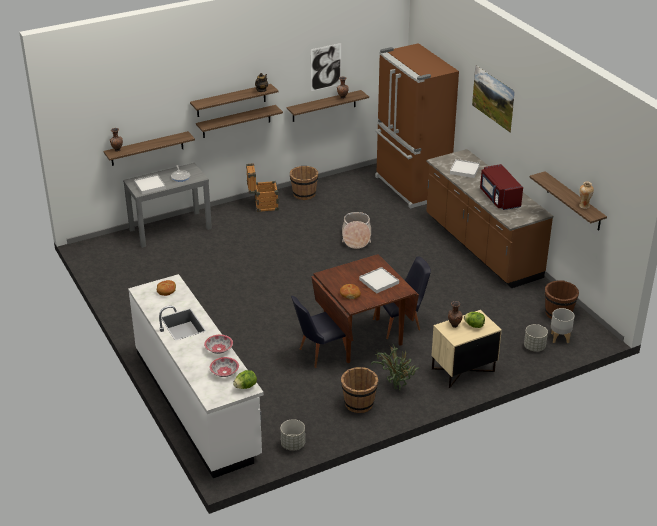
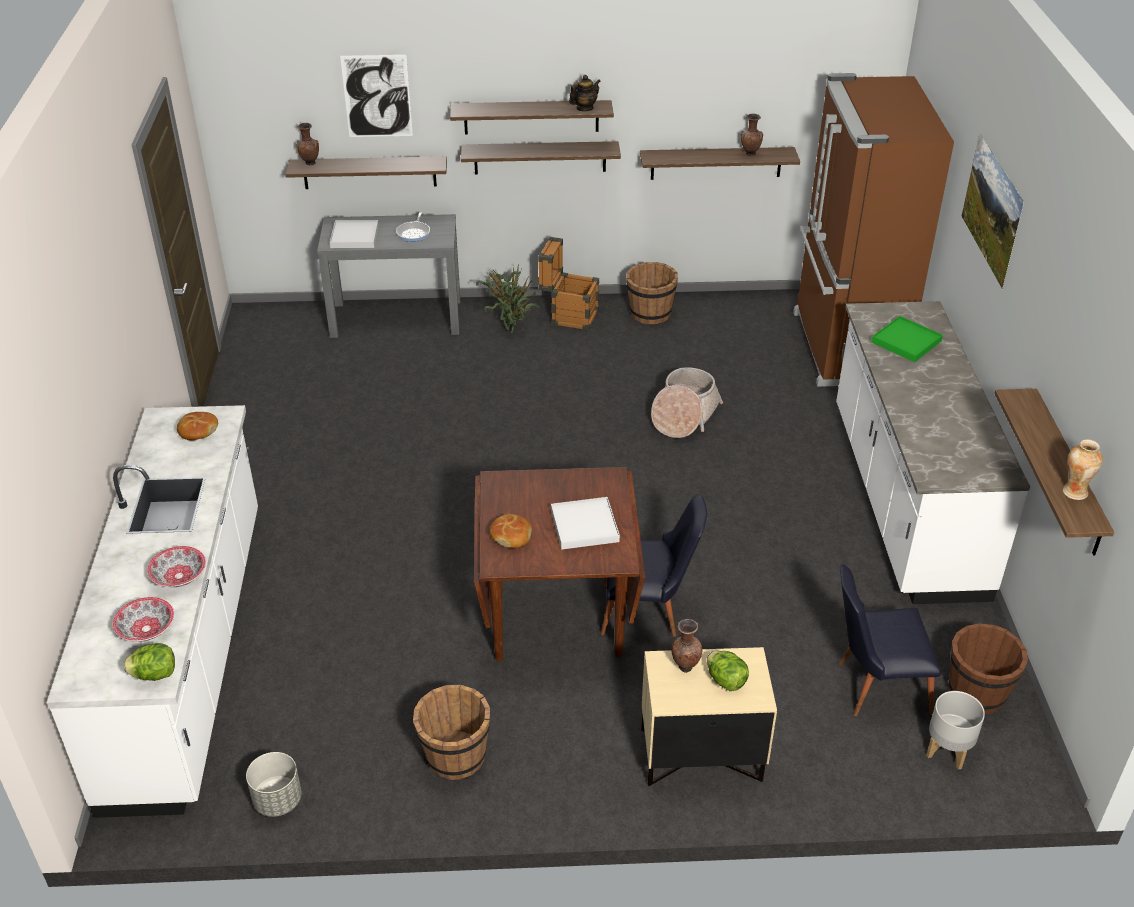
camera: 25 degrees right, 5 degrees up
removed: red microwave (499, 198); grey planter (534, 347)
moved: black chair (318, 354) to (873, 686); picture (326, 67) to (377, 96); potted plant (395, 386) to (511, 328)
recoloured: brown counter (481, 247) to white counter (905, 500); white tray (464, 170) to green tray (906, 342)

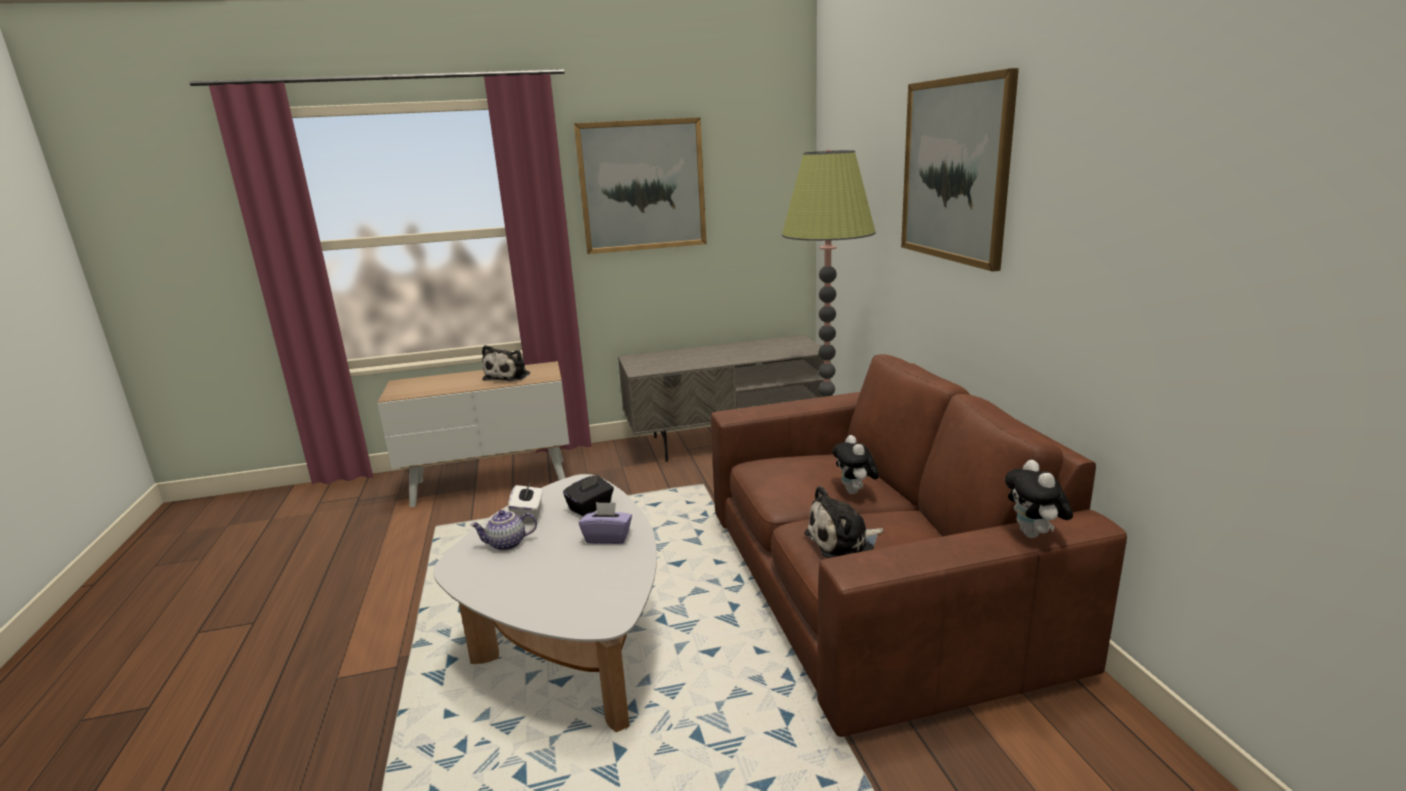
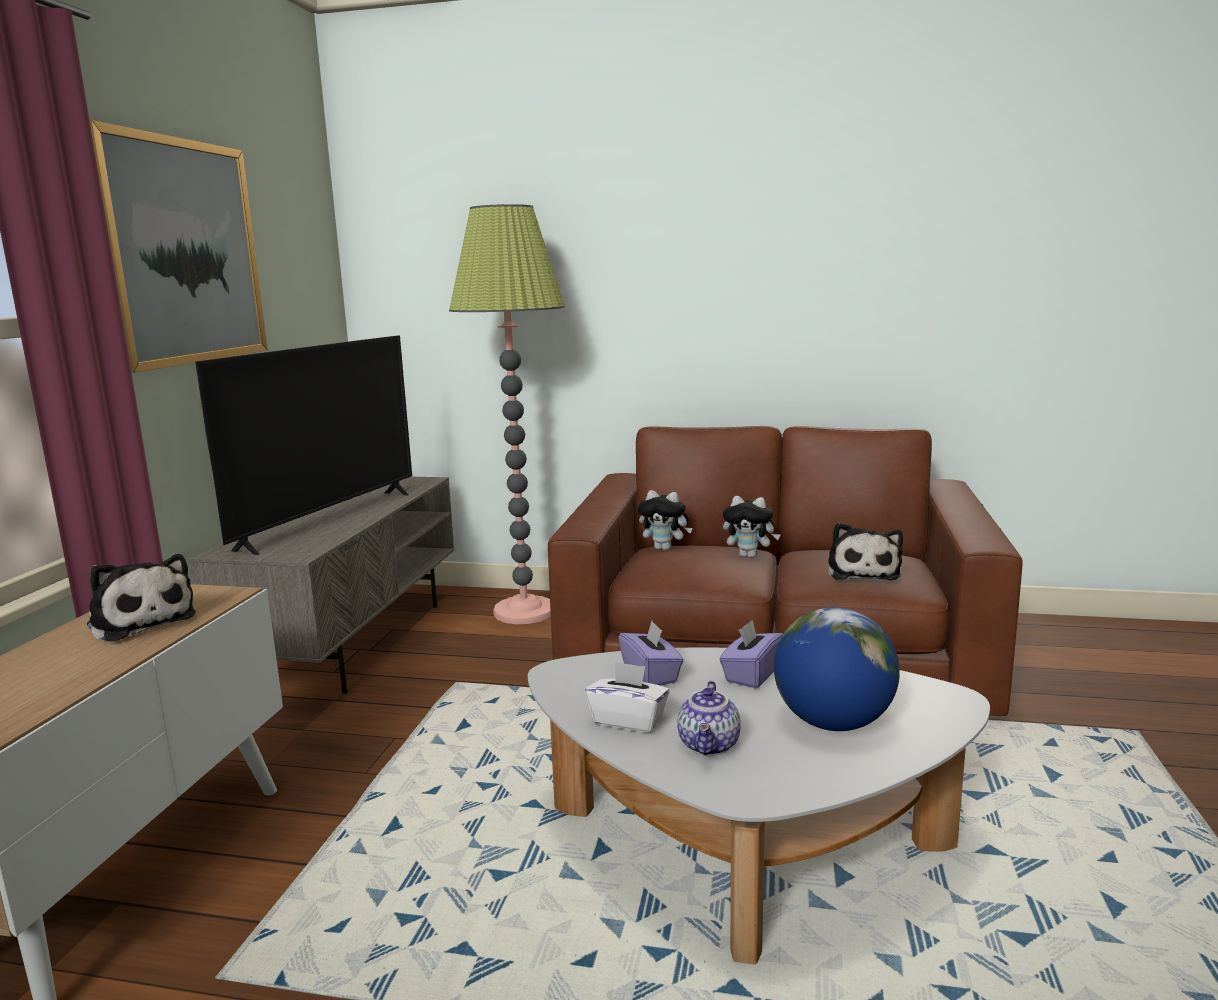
camera: 65 degrees left, 5 degrees down
removed: picture (955, 170)
added: television (329, 520); globe (833, 723)
moved: plush toy (1034, 535) to (665, 548)
recoloured: black tissue box (590, 507) to purple tissue box (651, 675)

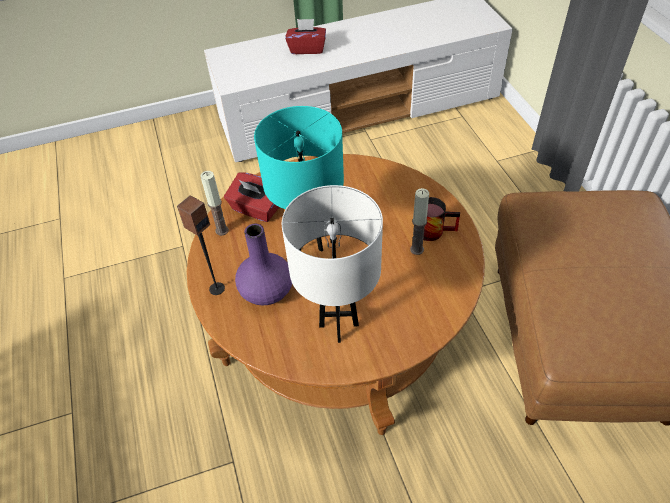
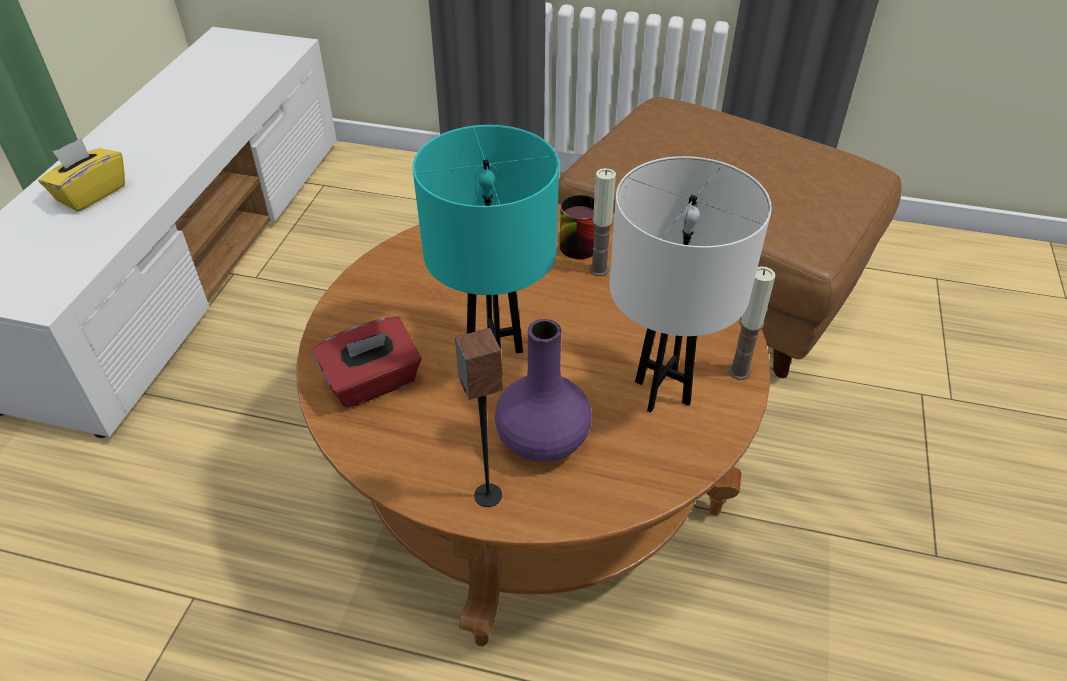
camera: 60 degrees left, 5 degrees down
moved: candle (222, 230) to (739, 371)
recoloured: red tissue box (307, 49) to yellow tissue box (91, 194)

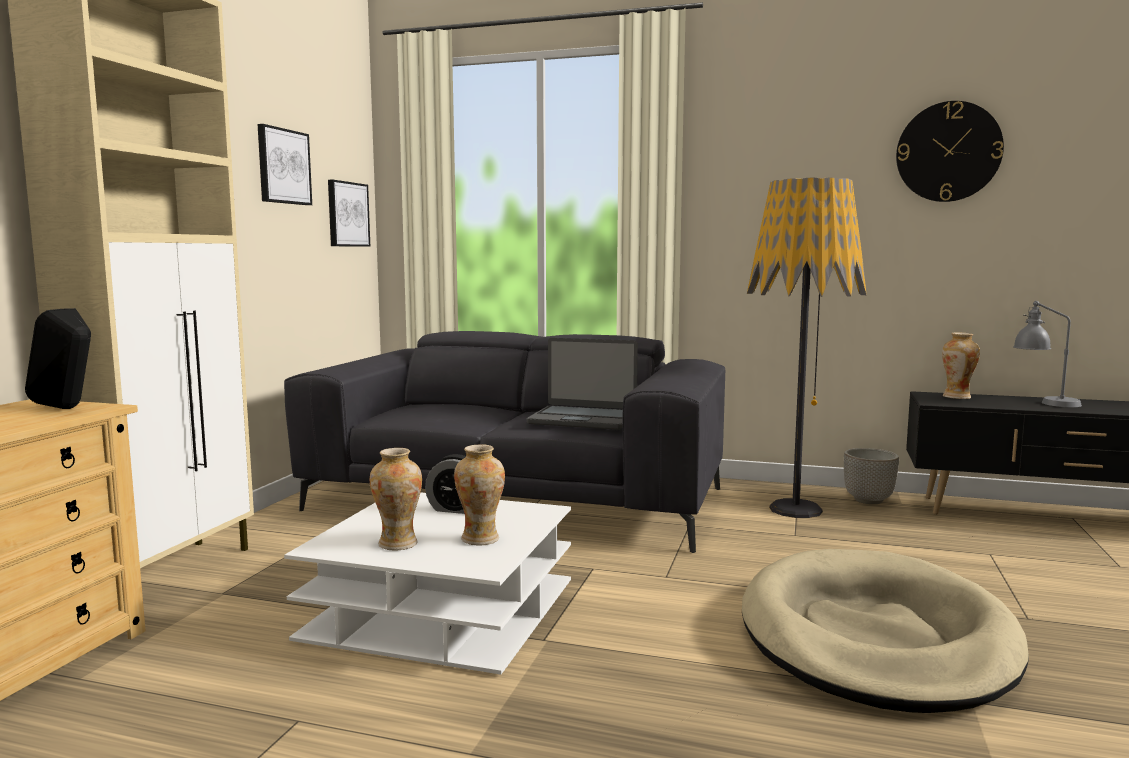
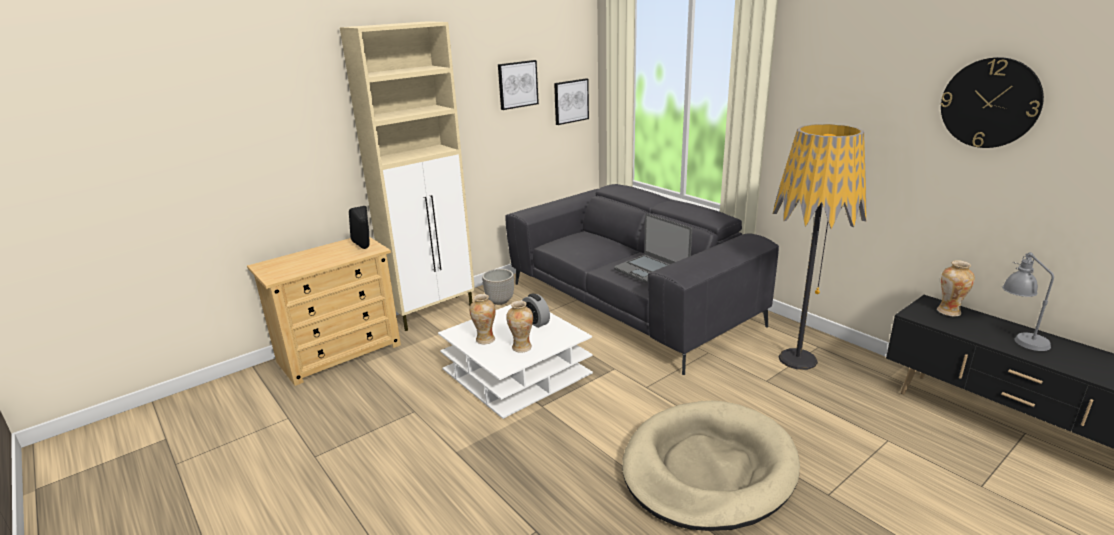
camera: 35 degrees right, 15 degrees up
moved: planter (867, 500) to (499, 301)

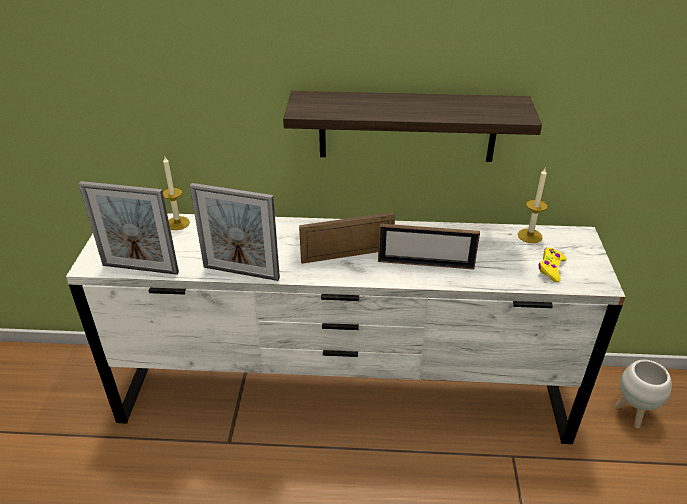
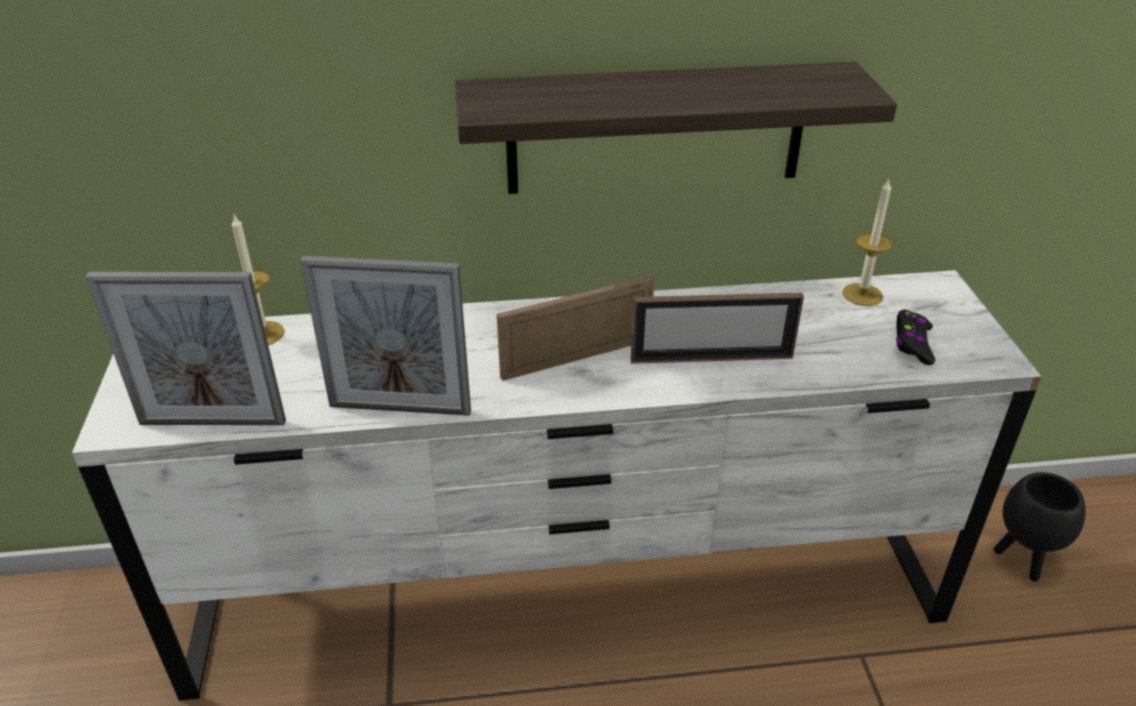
camera: 10 degrees left, 0 degrees up
recoloured: yellow game controller (551, 268) to black game controller (912, 343); white planter (633, 414) to black planter (1023, 560)

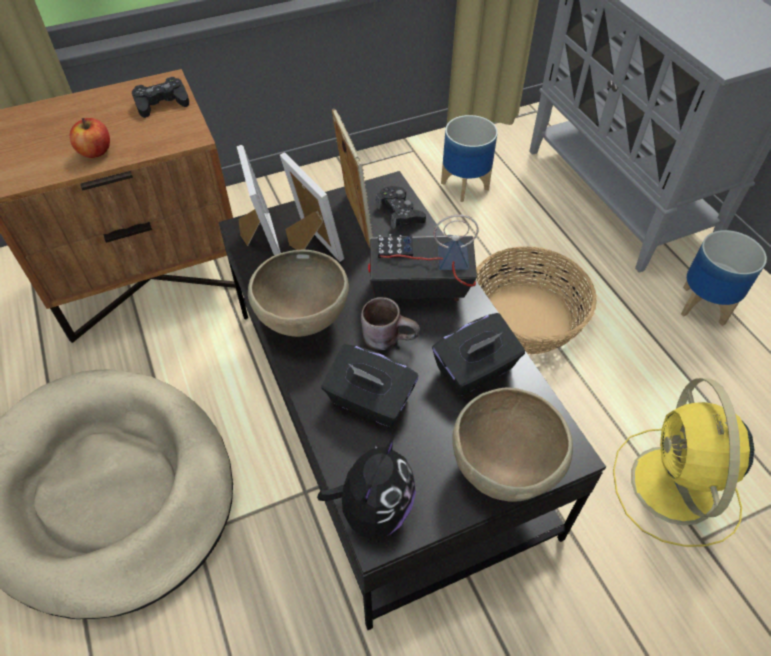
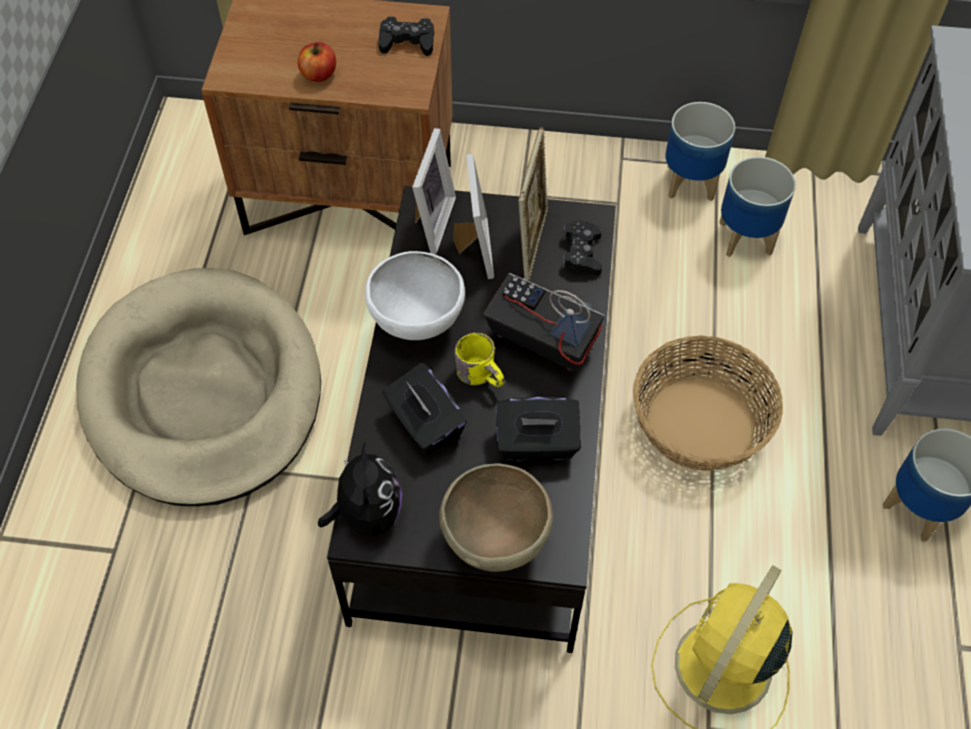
camera: 30 degrees right, 5 degrees up
added: planter (689, 183)
recoloured: brown bowl (303, 321) to white bowl (417, 323); brown mug (389, 336) to yellow mug (483, 374)
turned: plush toy (373, 509) = (367, 514) 60 degrees counterclockwise

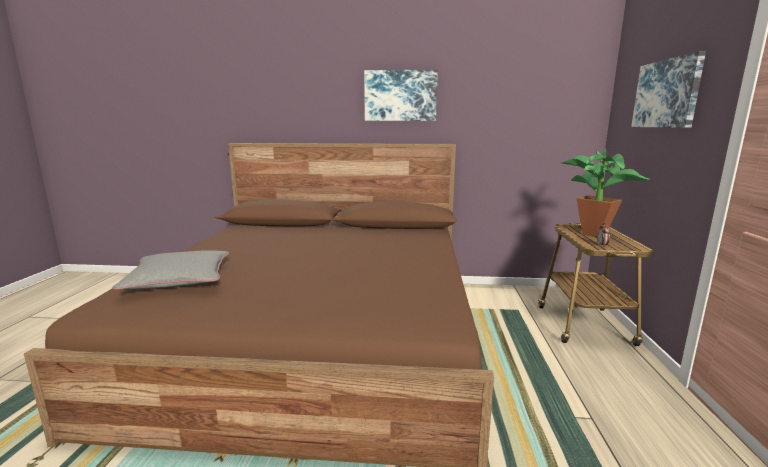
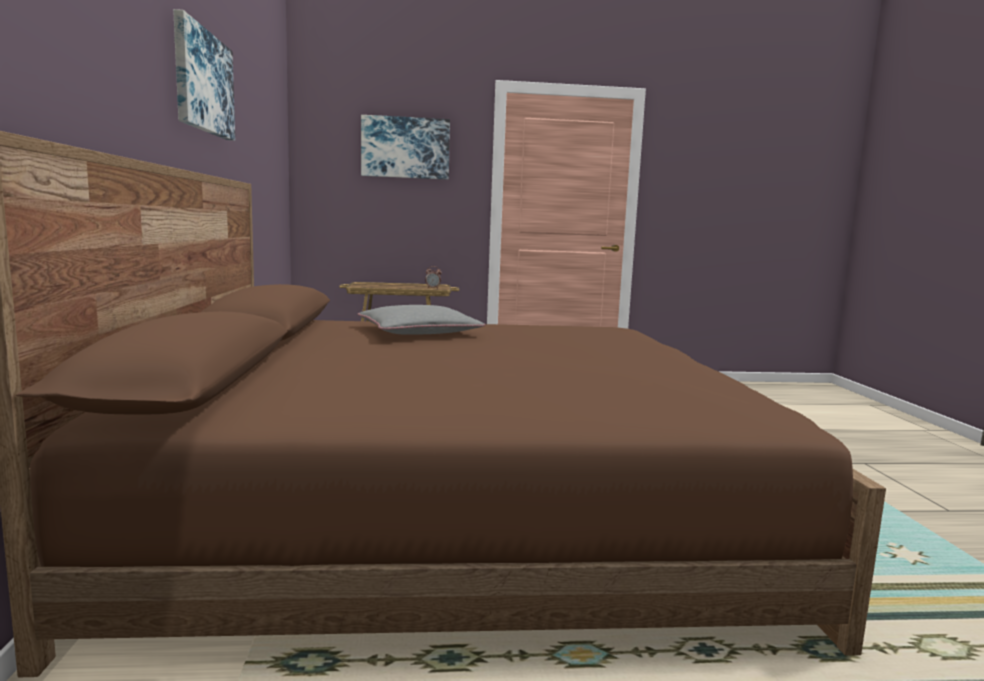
camera: 100 degrees left, 5 degrees down
removed: potted plant (590, 233)
moved: grey pillow (179, 278) to (419, 332)

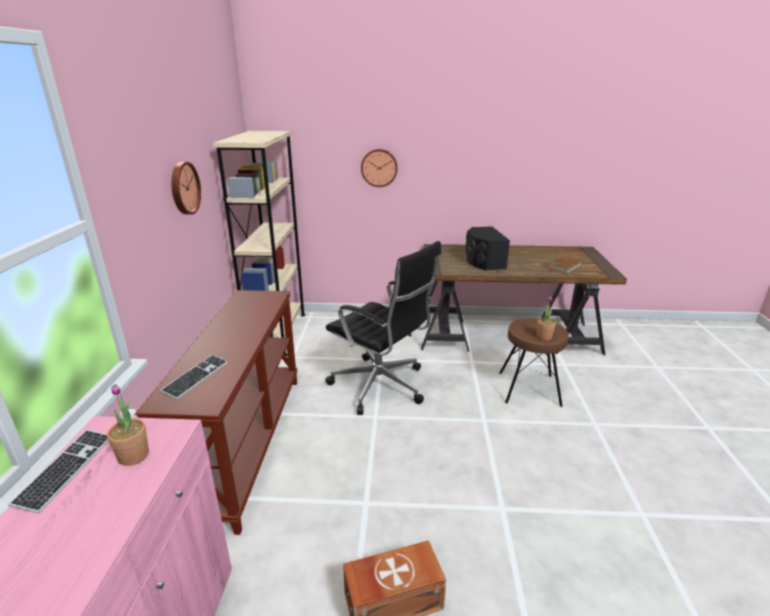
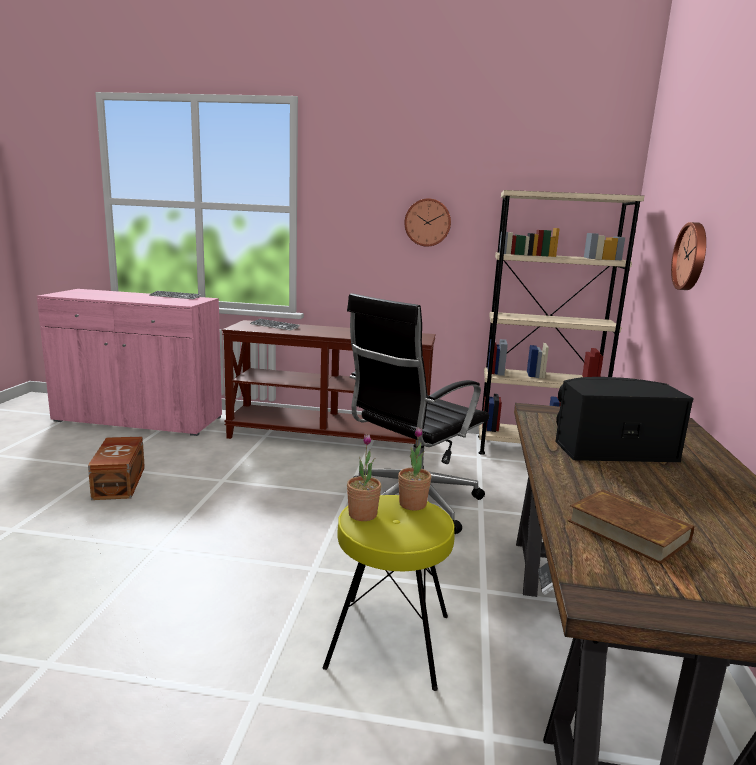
camera: 95 degrees right, 10 degrees down
moved: potted plant (133, 456) to (412, 504)
recoloured: brown stool (528, 389) to yellow stool (388, 639)

